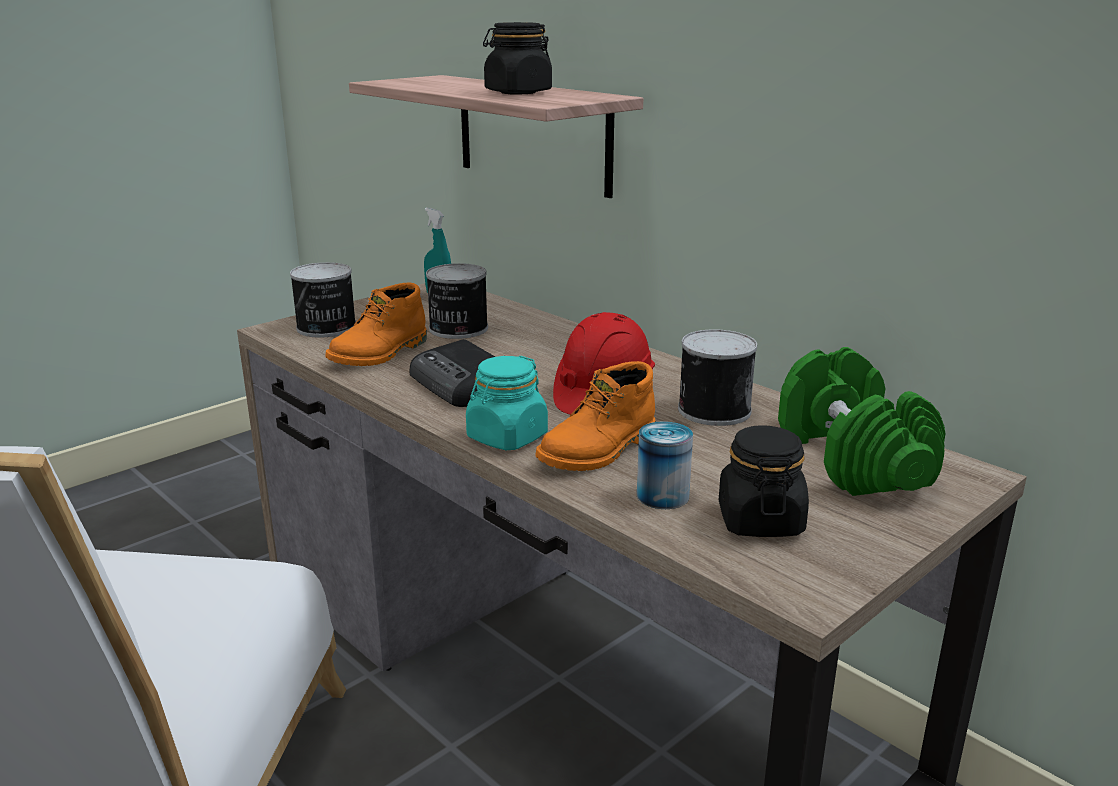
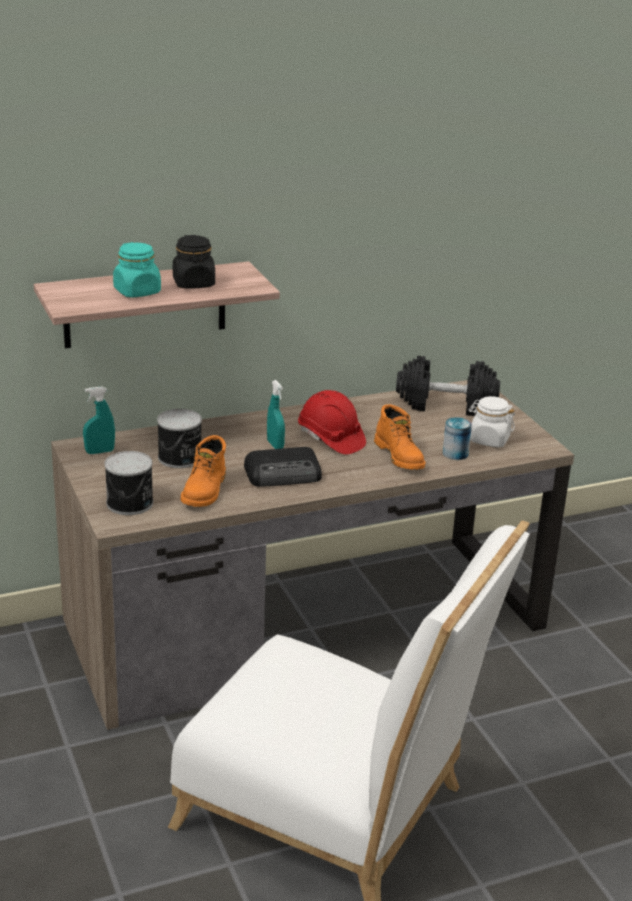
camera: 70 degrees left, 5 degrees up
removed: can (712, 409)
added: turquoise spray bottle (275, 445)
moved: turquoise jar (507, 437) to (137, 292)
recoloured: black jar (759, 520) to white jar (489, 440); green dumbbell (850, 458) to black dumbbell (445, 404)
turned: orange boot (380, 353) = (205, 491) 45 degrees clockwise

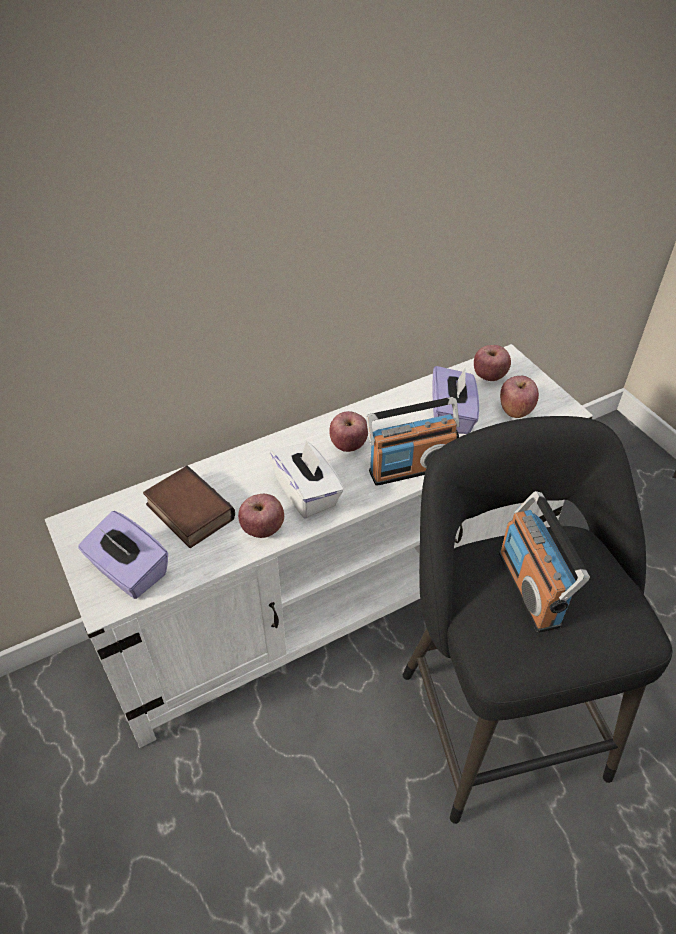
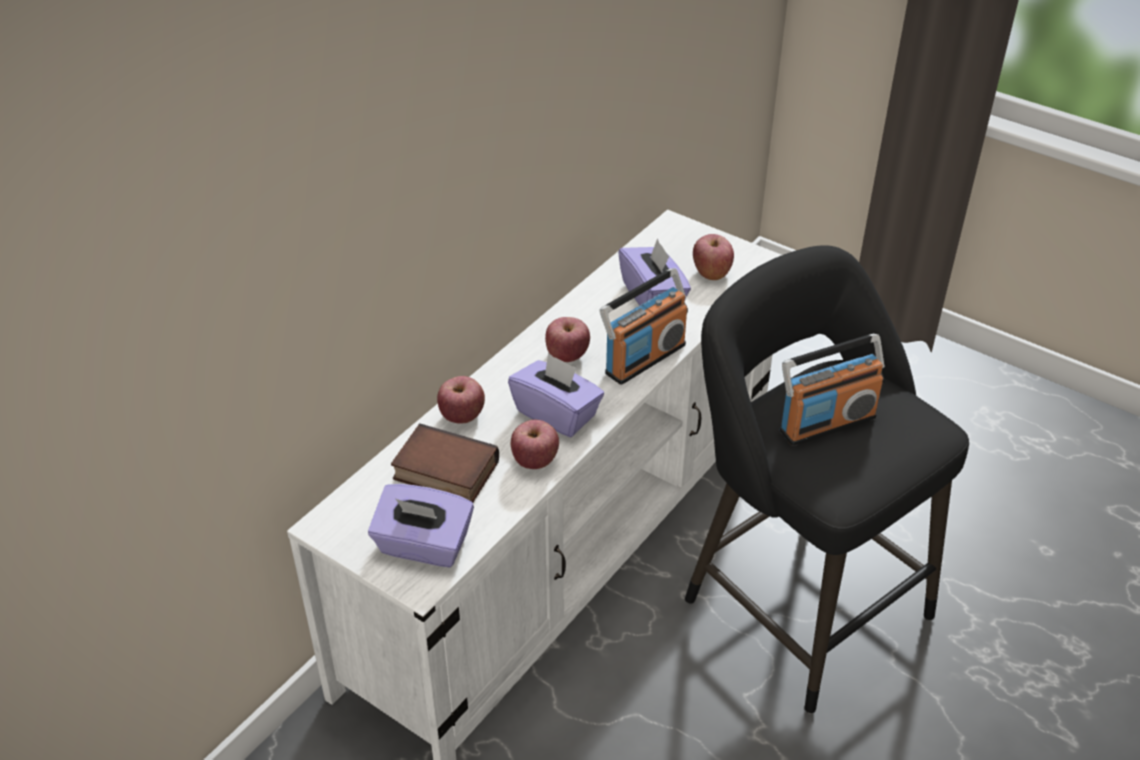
camera: 25 degrees left, 5 degrees down
moved: apple (489, 376) to (462, 416)
recoloured: white tissue box (307, 493) to purple tissue box (557, 413)
turned: radio (530, 588) = (826, 423) 75 degrees counterclockwise

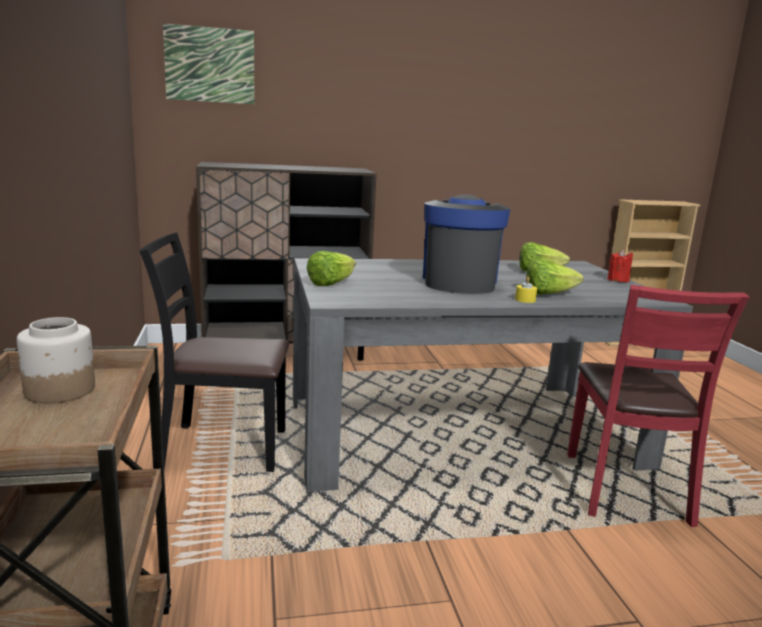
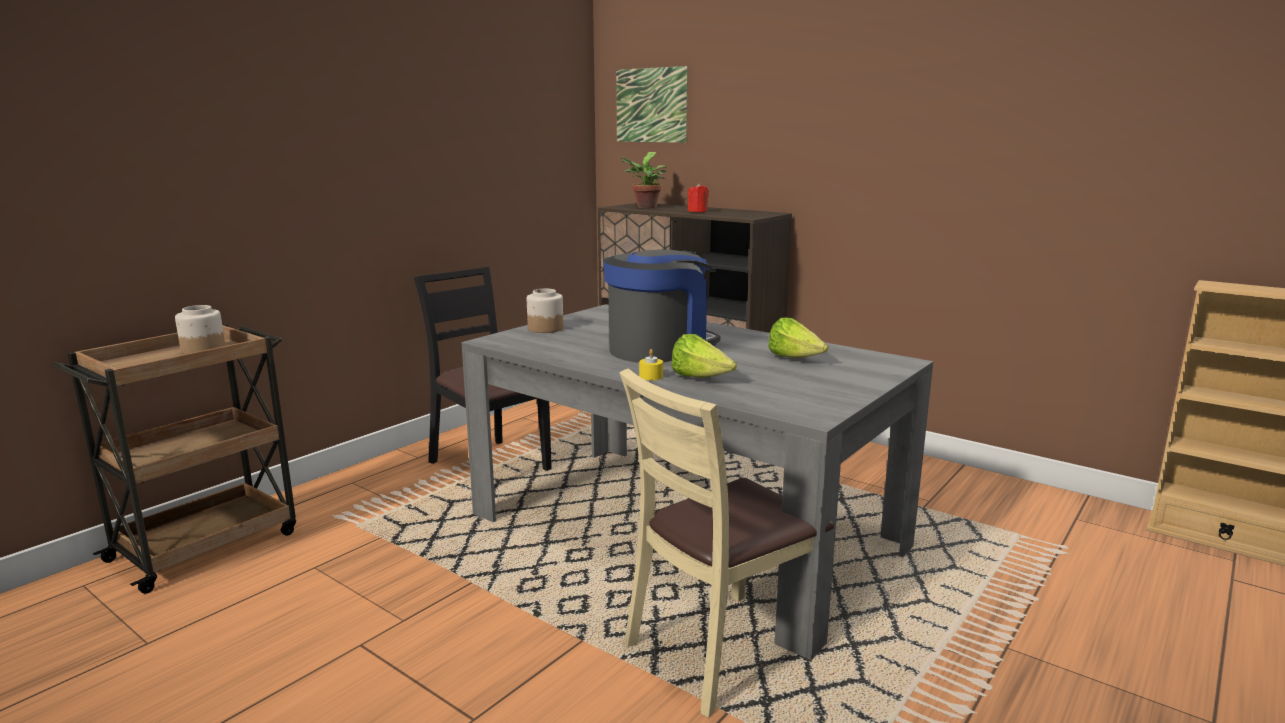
camera: 50 degrees right, 0 degrees up
added: potted plant (645, 207)
moved: red candle (618, 280) to (697, 211)
replaced: lettuce (331, 284) to jar (545, 328)
recoloured: red chair (624, 489) to beige chair (720, 650)

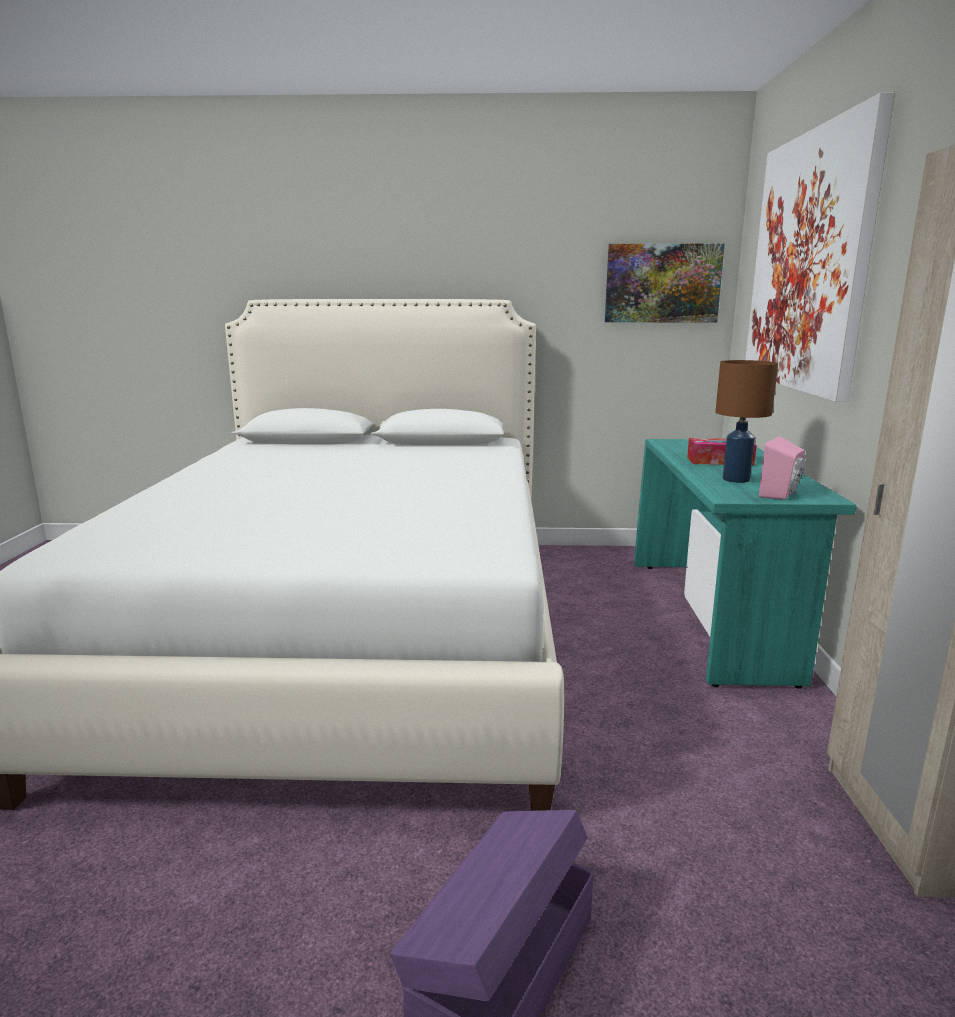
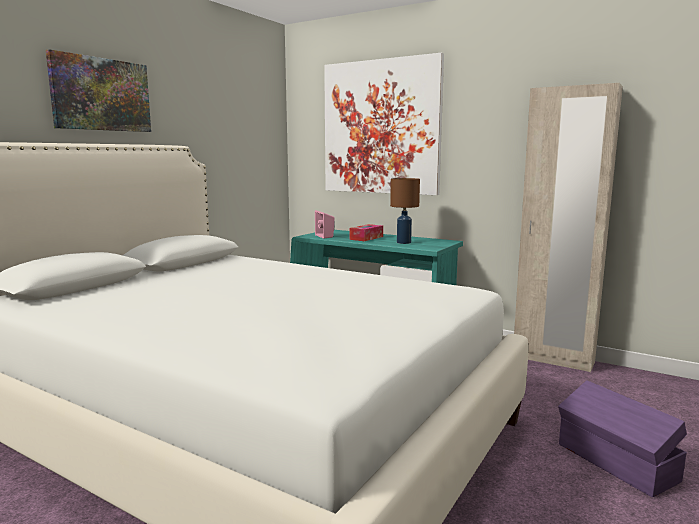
camera: 60 degrees left, 5 degrees down
moved: picture (662, 283) to (101, 94); pink speaker (782, 494) to (326, 236)

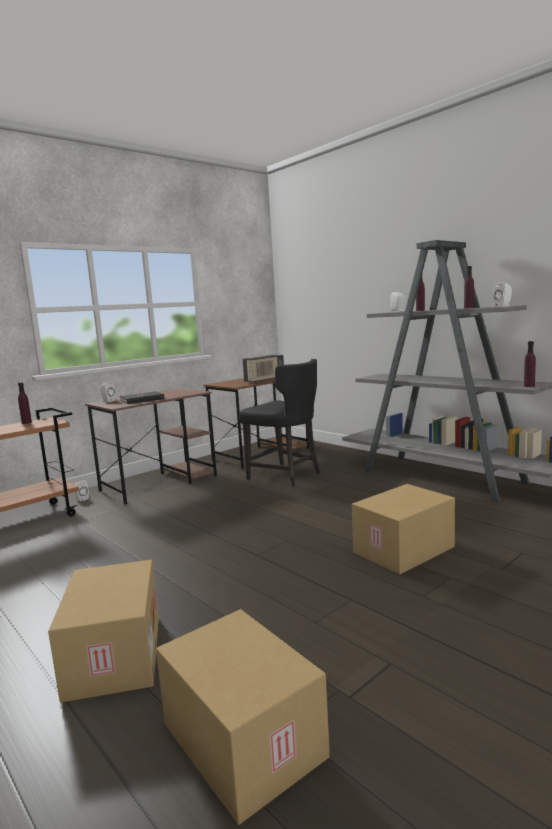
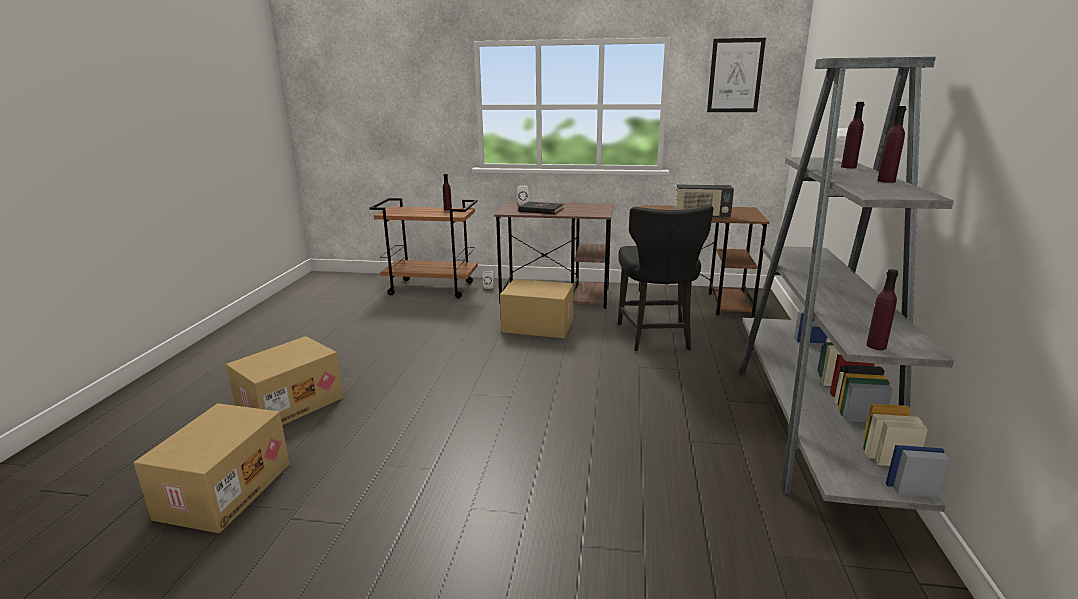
camera: 50 degrees right, 10 degrees up
removed: white speaker (503, 306)
added: picture (735, 76)
moved: cardboard box (404, 550) to (537, 326)

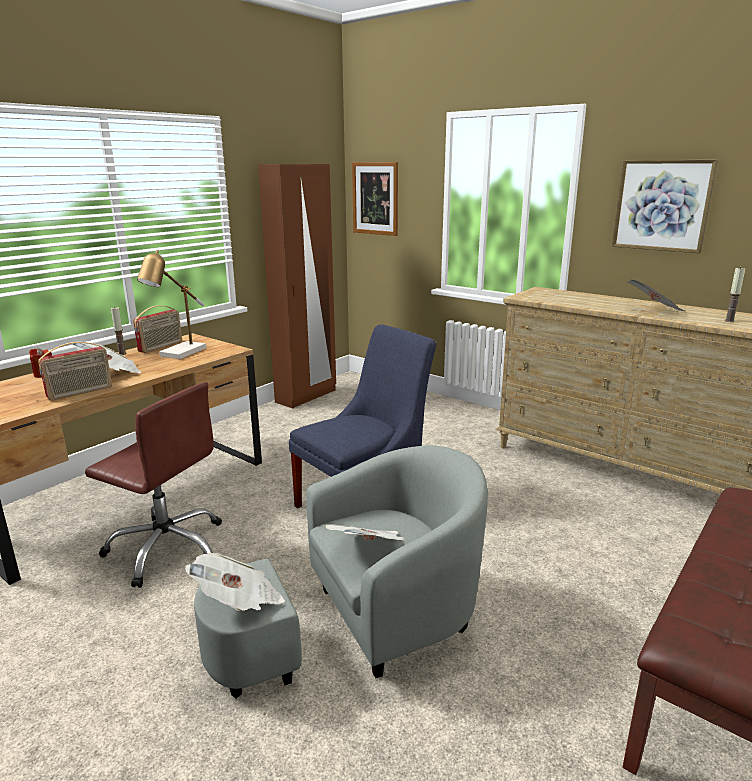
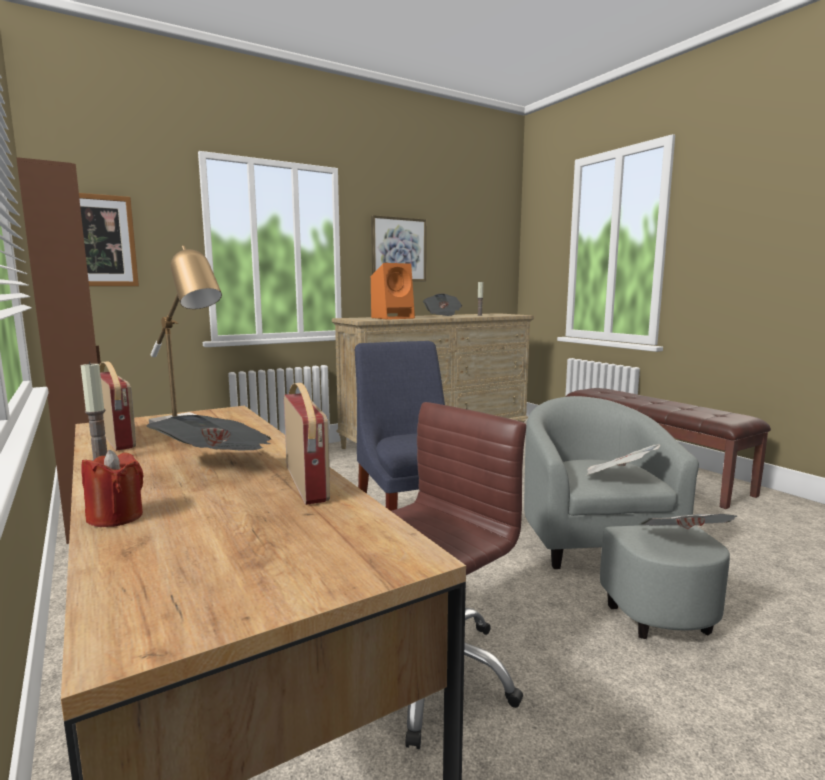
camera: 70 degrees left, 10 degrees down
added: orange speaker (393, 318)

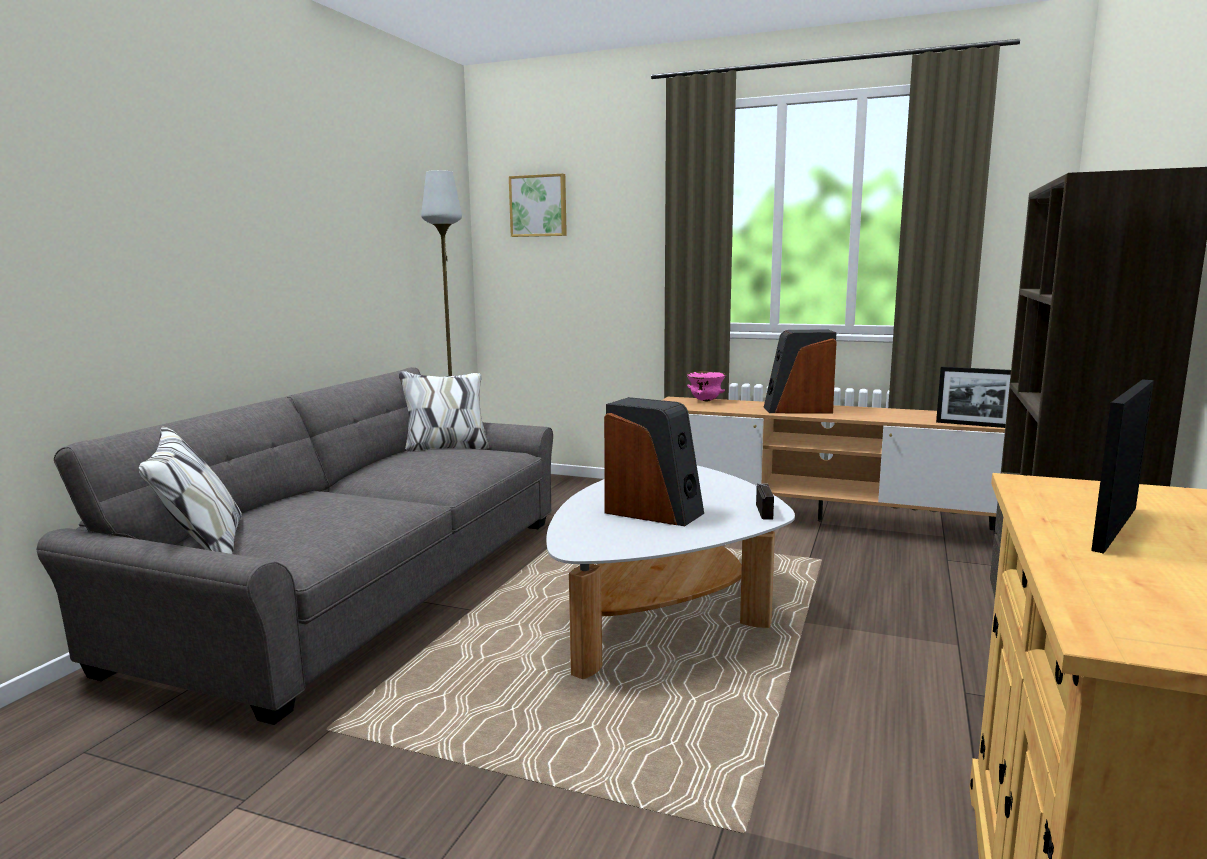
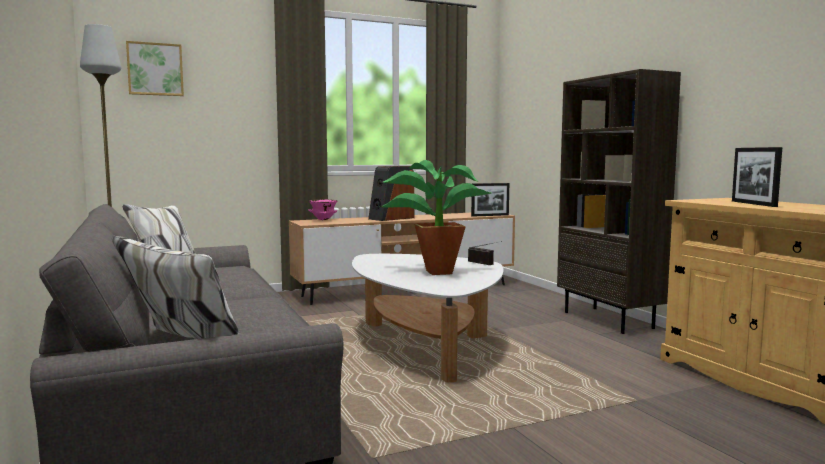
camera: 45 degrees left, 5 degrees down
replaced: speaker (654, 512) to potted plant (432, 272)

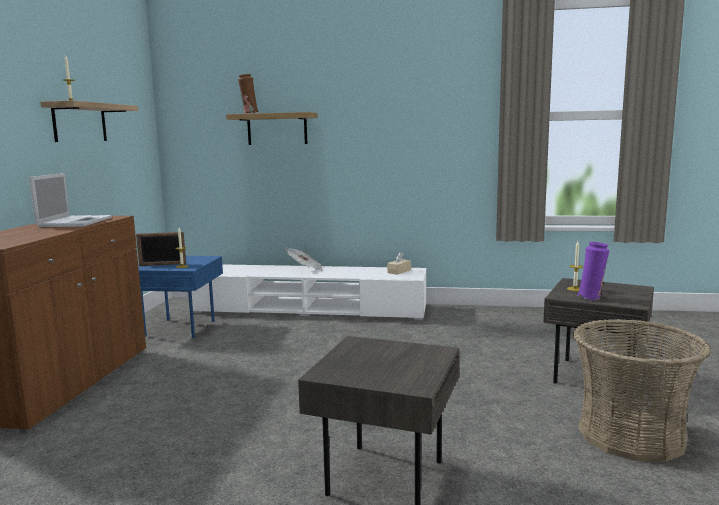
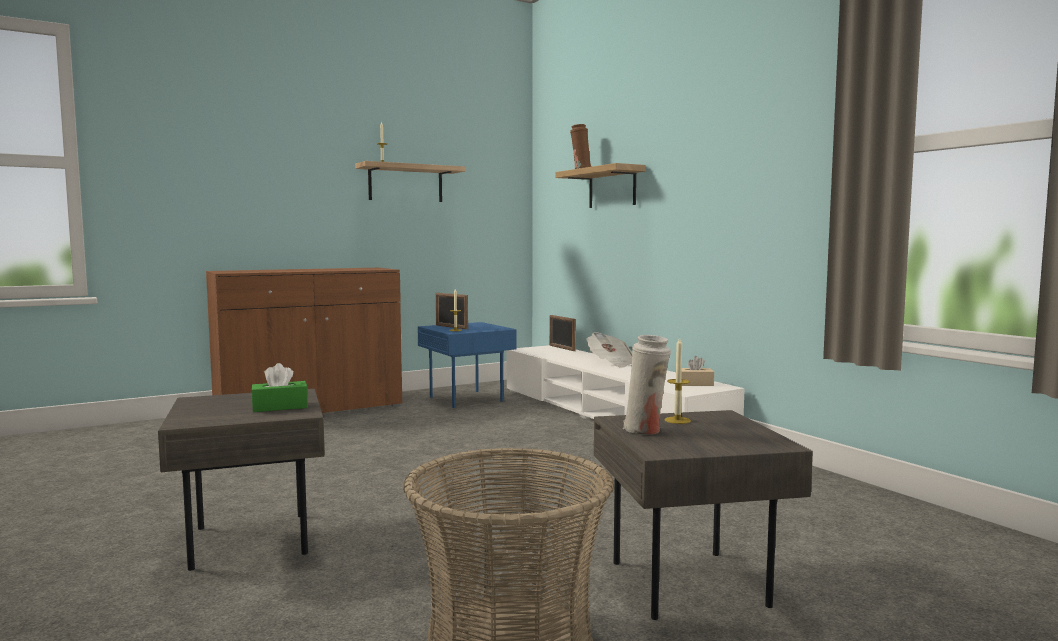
camera: 50 degrees right, 5 degrees down
removed: laptop (75, 222)
added: green tissue box (280, 407); picture frame (561, 348)
recoloured: purple vase (591, 297) to white vase (645, 431)

